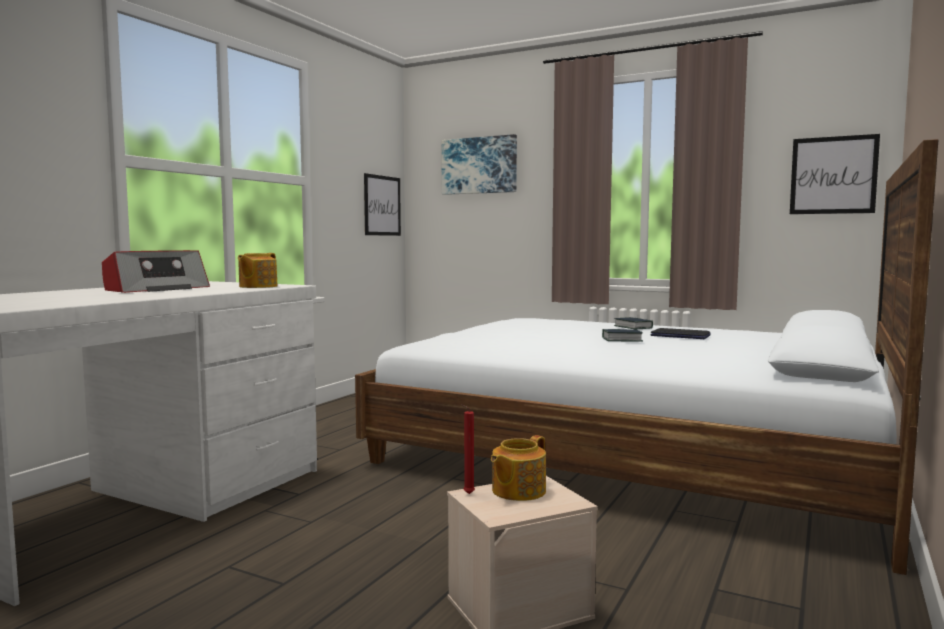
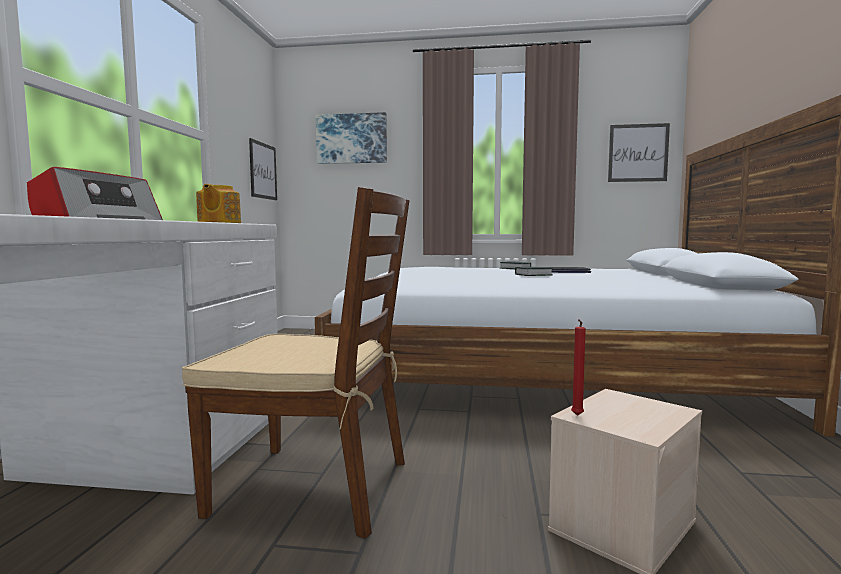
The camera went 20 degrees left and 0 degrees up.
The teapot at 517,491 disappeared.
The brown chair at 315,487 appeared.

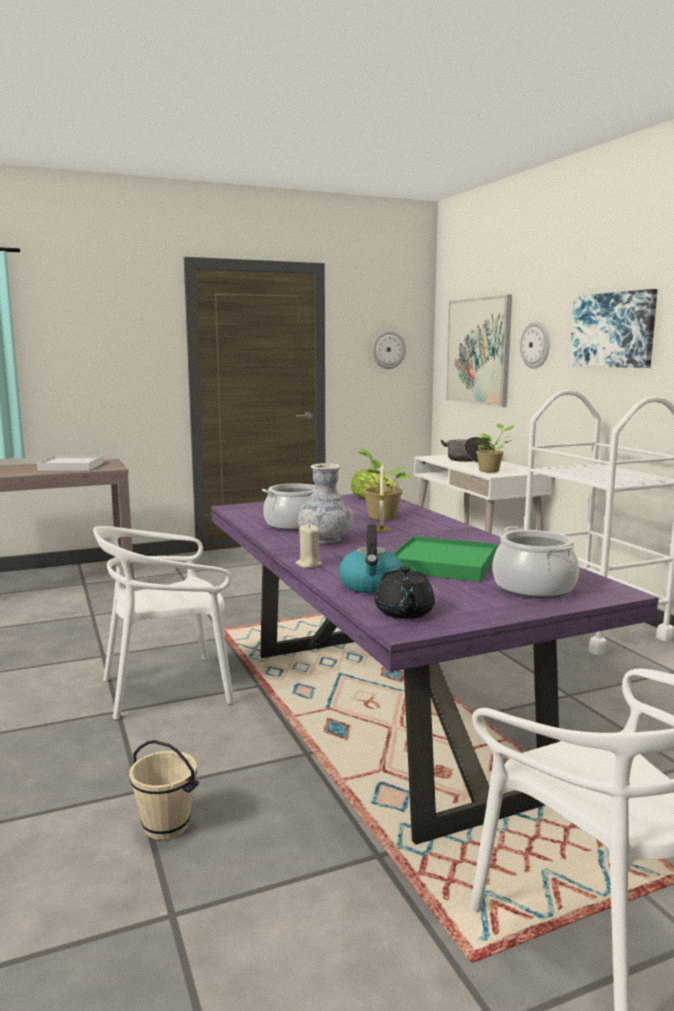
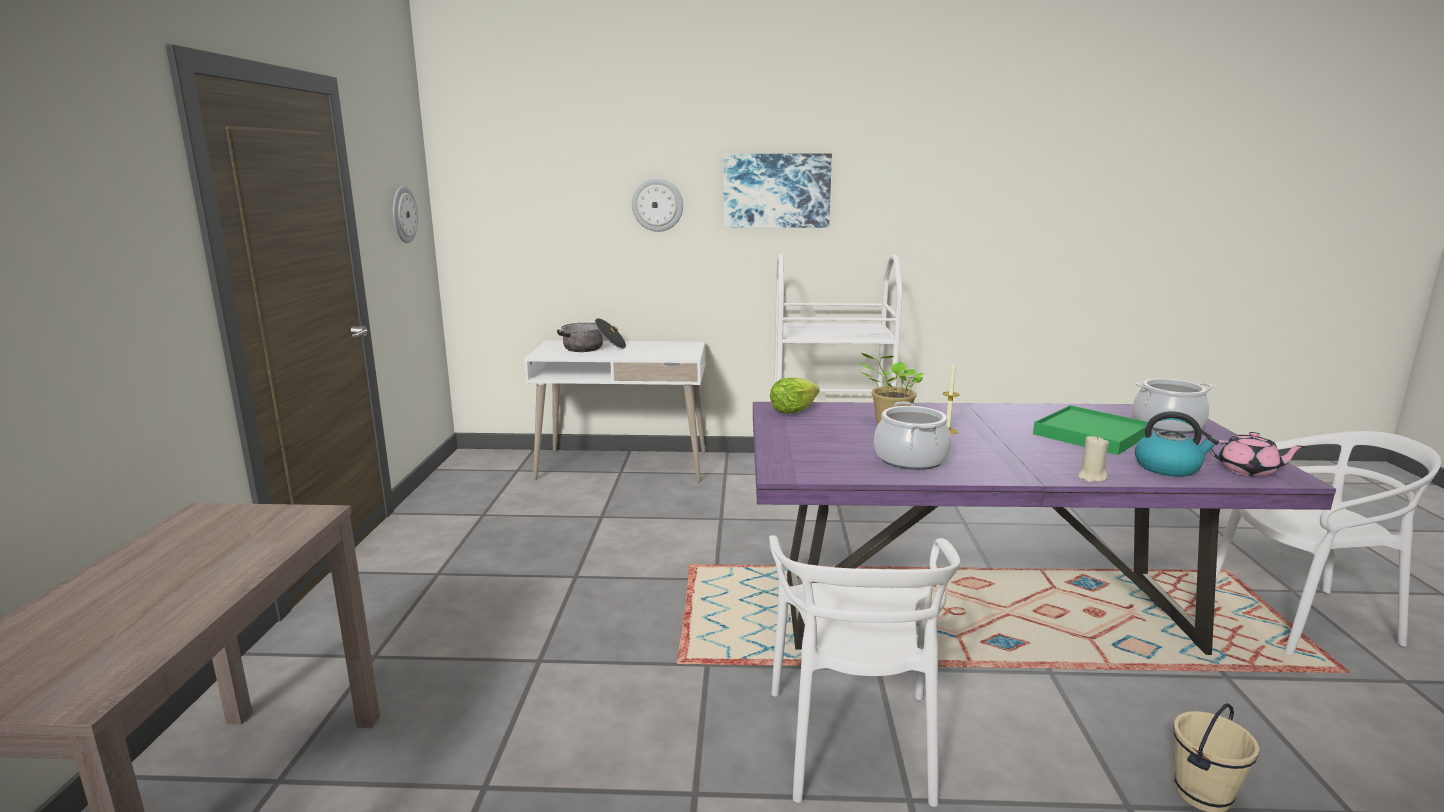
The camera went 65 degrees left and 5 degrees up.
The white tray at 71,466 disappeared.
The vase at 325,539 disappeared.
The picture at 478,351 disappeared.
The potted plant at 490,471 disappeared.
The black teapot at 404,613 became the pink teapot at 1248,471.

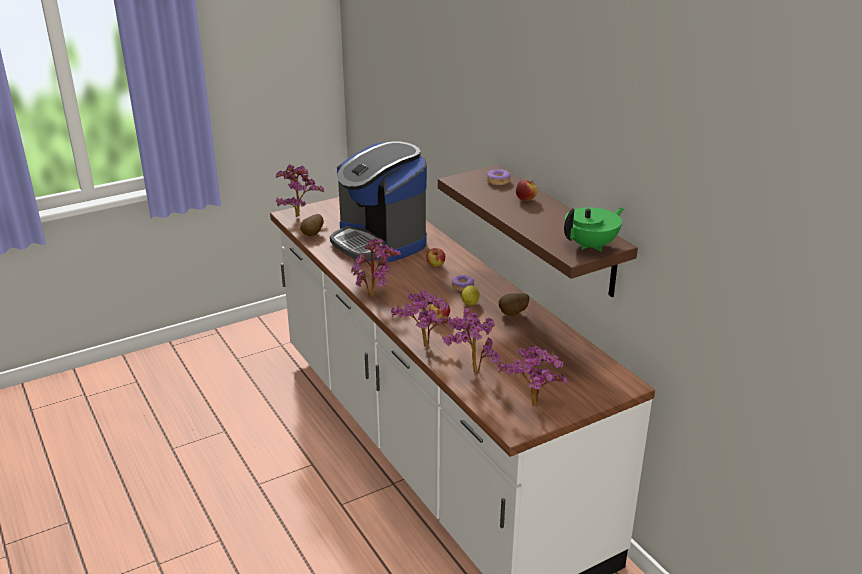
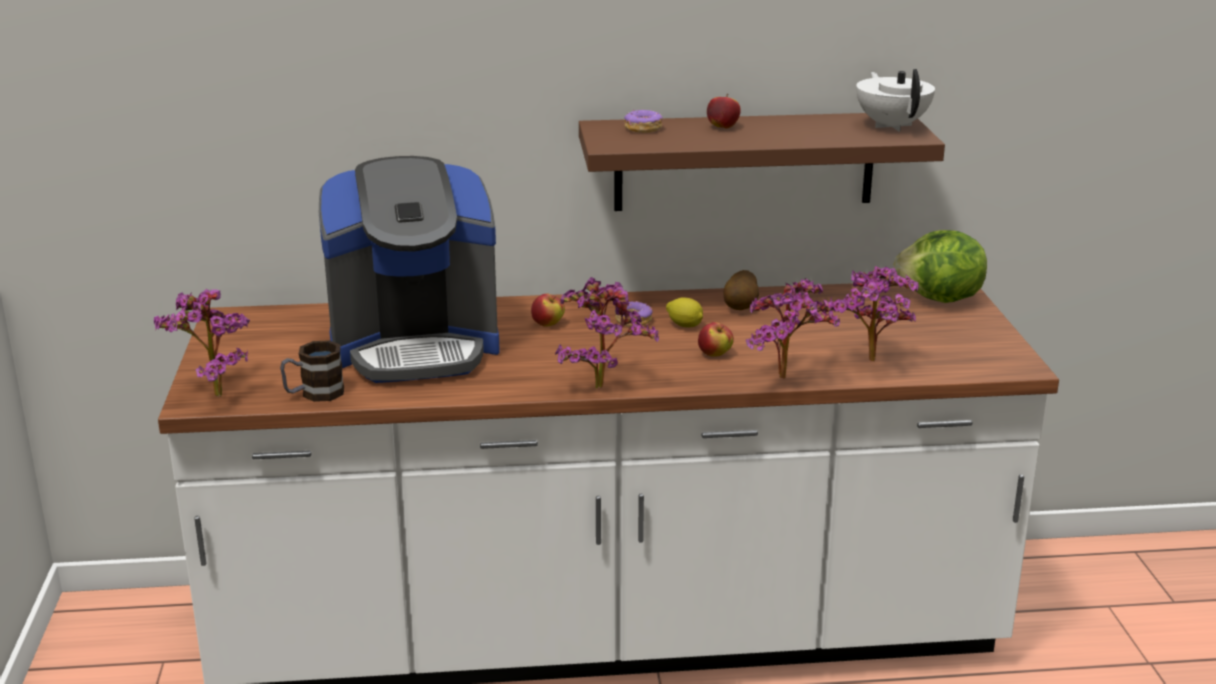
The camera went 65 degrees left and 5 degrees down.
The potted plant at 532,408 disappeared.
The lettuce at 940,299 appeared.
The potato at 313,234 was replaced by the mug at 314,394.
The green teapot at 591,245 became the white teapot at 892,126.

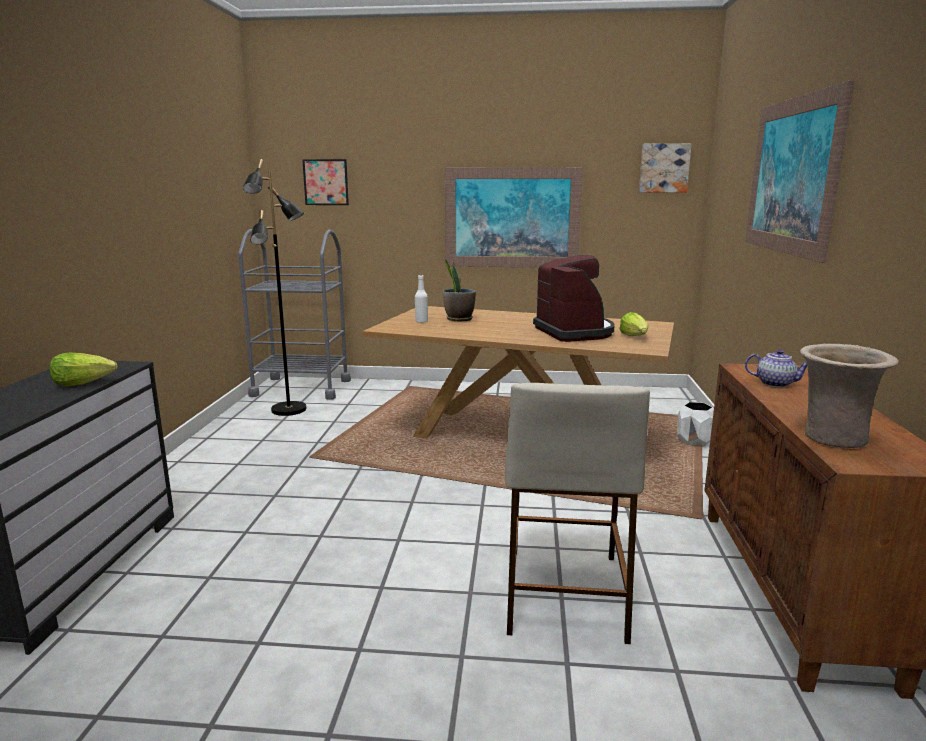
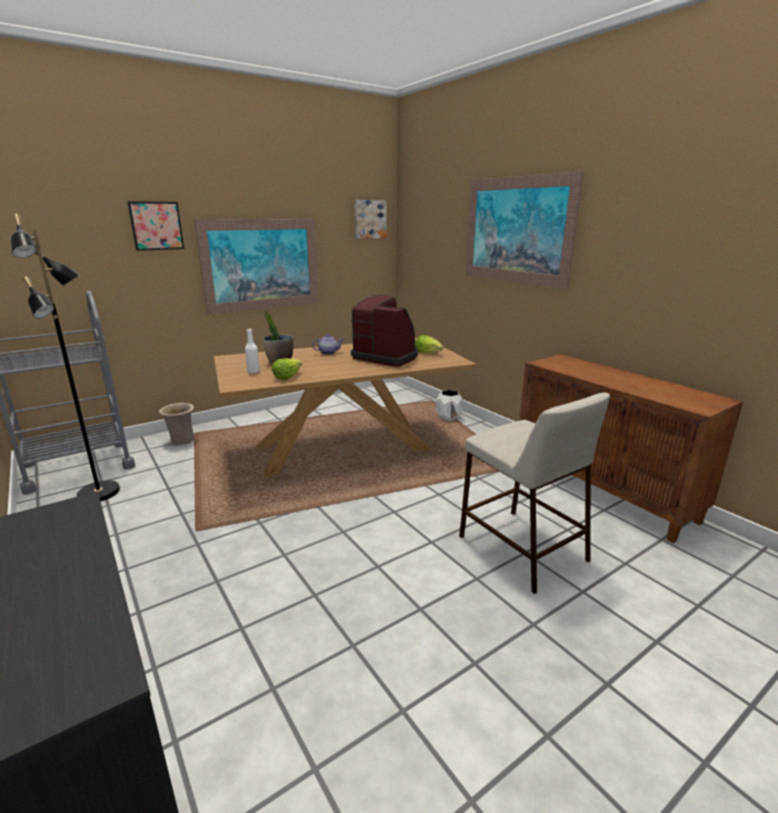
The camera went 40 degrees left and 5 degrees up.
The lettuce moved from 83,383 to 287,377.
The picture moved from 326,182 to 156,226.
The teapot moved from 775,383 to 328,353.
The beige vase moved from 833,440 to 182,441.

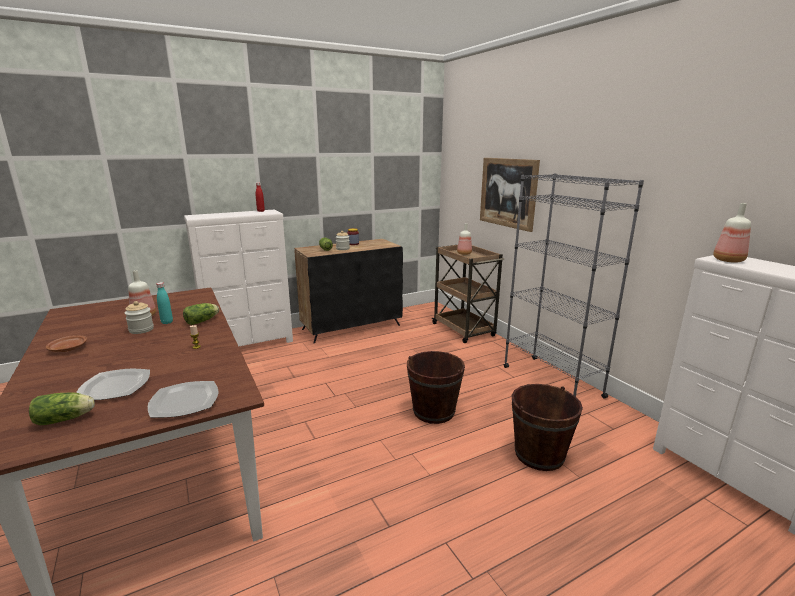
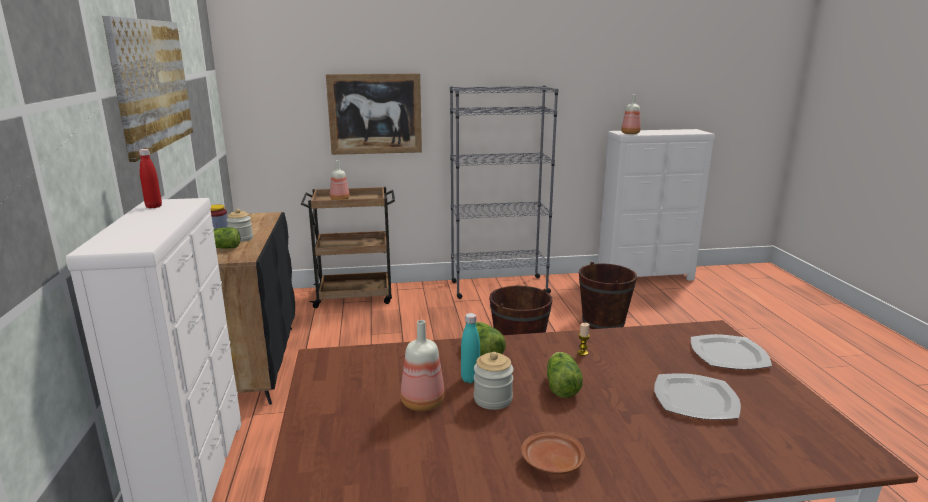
The camera went 70 degrees left and 0 degrees up.
The picture at 152,84 appeared.
The lettuce moved from 66,419 to 562,385.

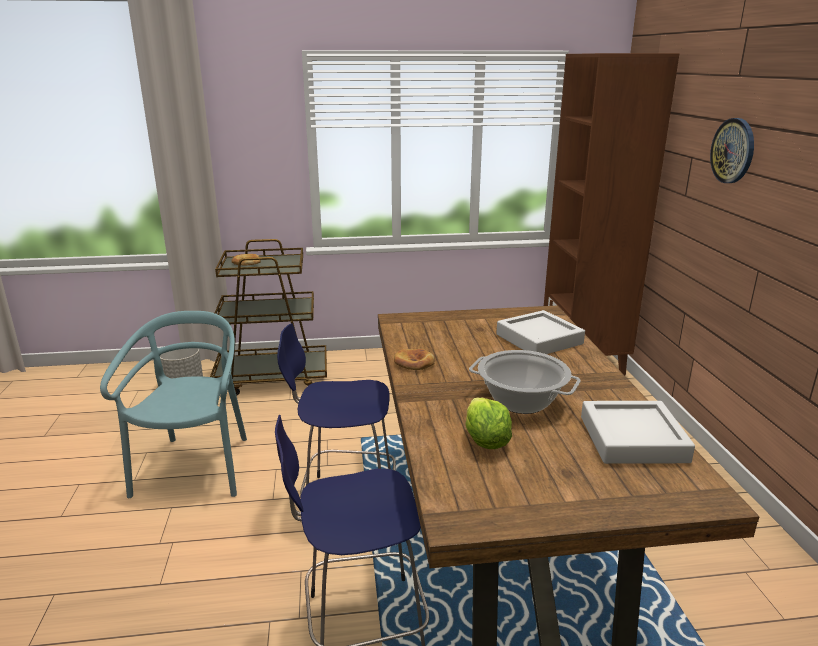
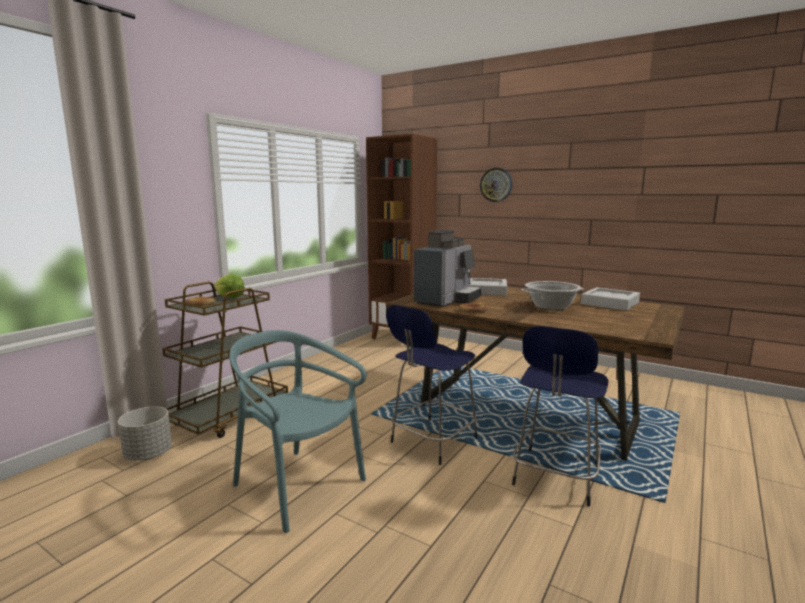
The camera went 50 degrees left and 10 degrees down.
The coffee machine at 447,300 appeared.
The lettuce moved from 485,441 to 230,298.

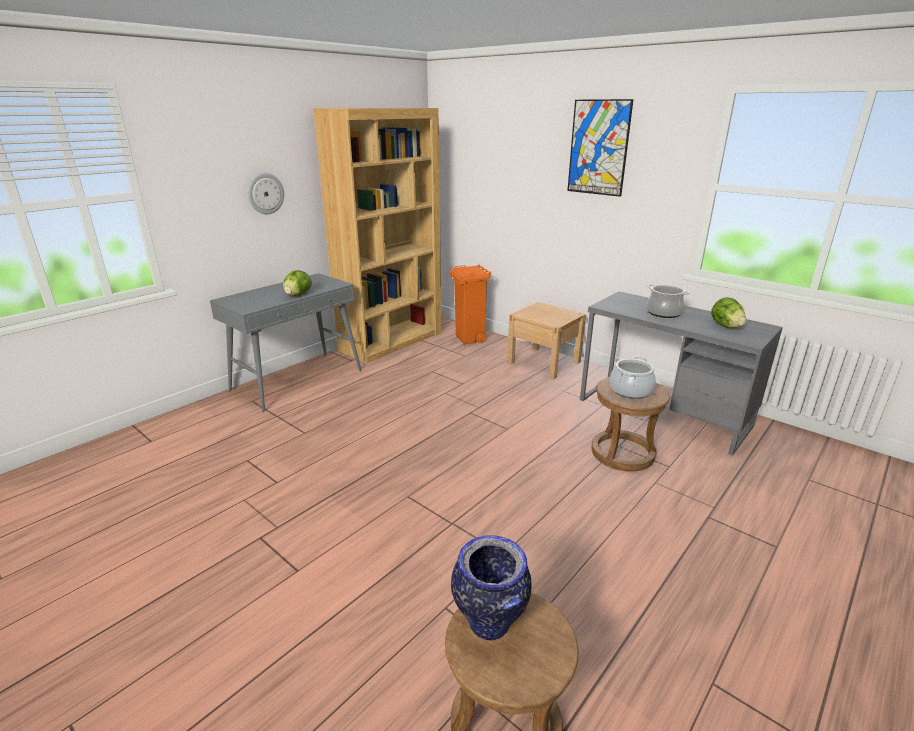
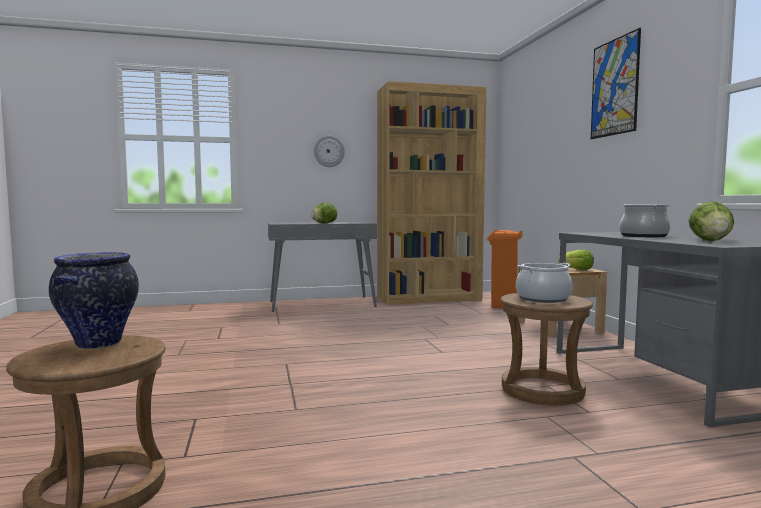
The camera went 35 degrees right and 20 degrees down.
The lettuce at 577,269 appeared.

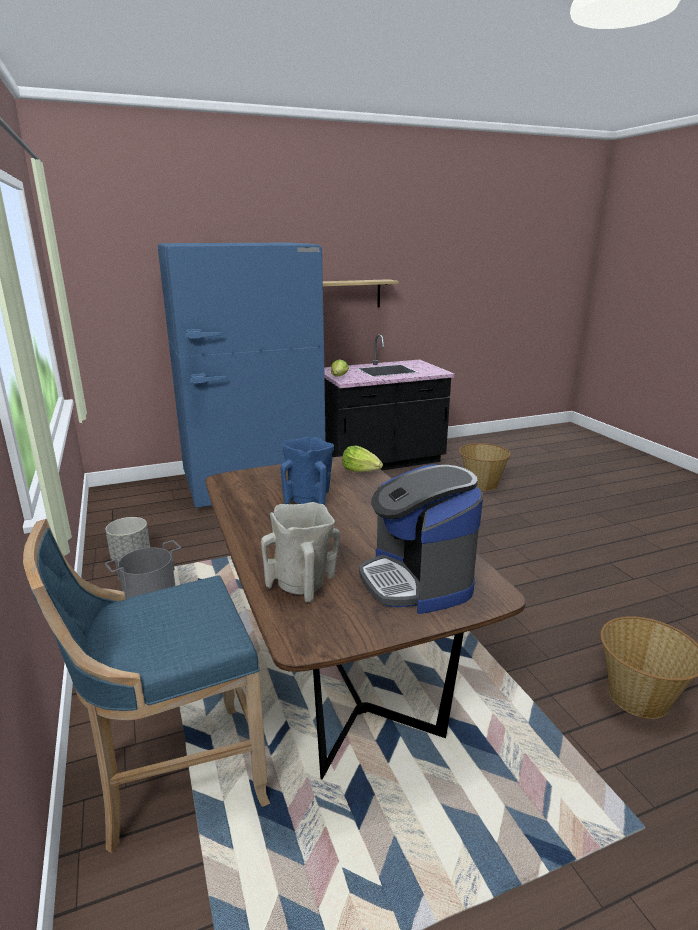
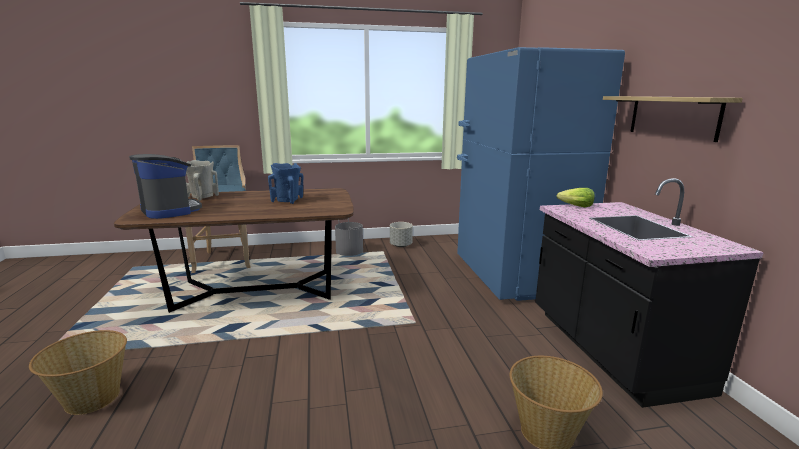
The camera went 100 degrees right and 5 degrees down.
The lettuce at 361,471 disappeared.
The coffee machine at 417,580 turned 60 degrees clockwise.

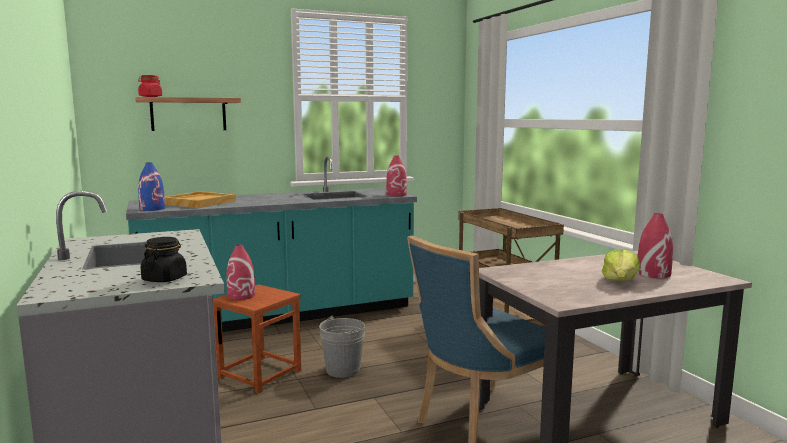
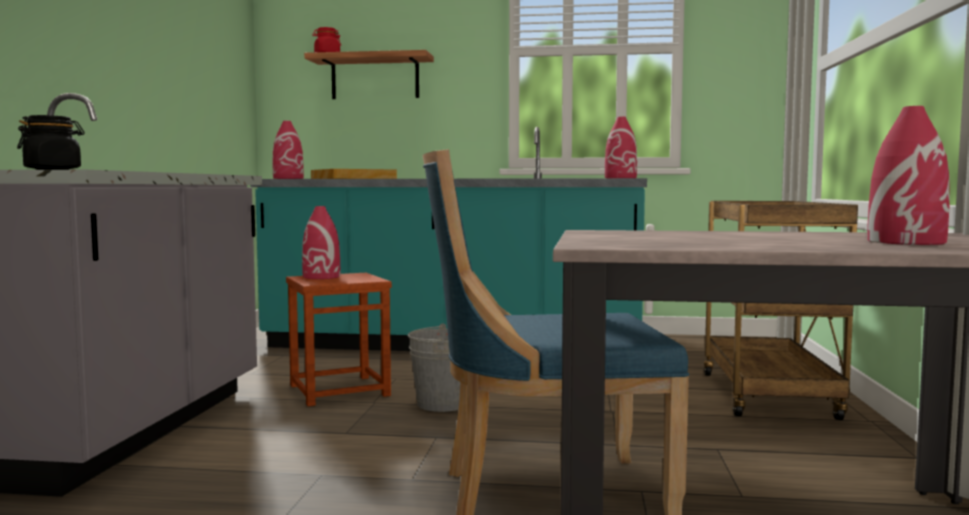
The camera went 30 degrees right and 5 degrees down.
The lettuce at 620,281 disappeared.
The blue vase at 152,208 became the red vase at 288,178.

